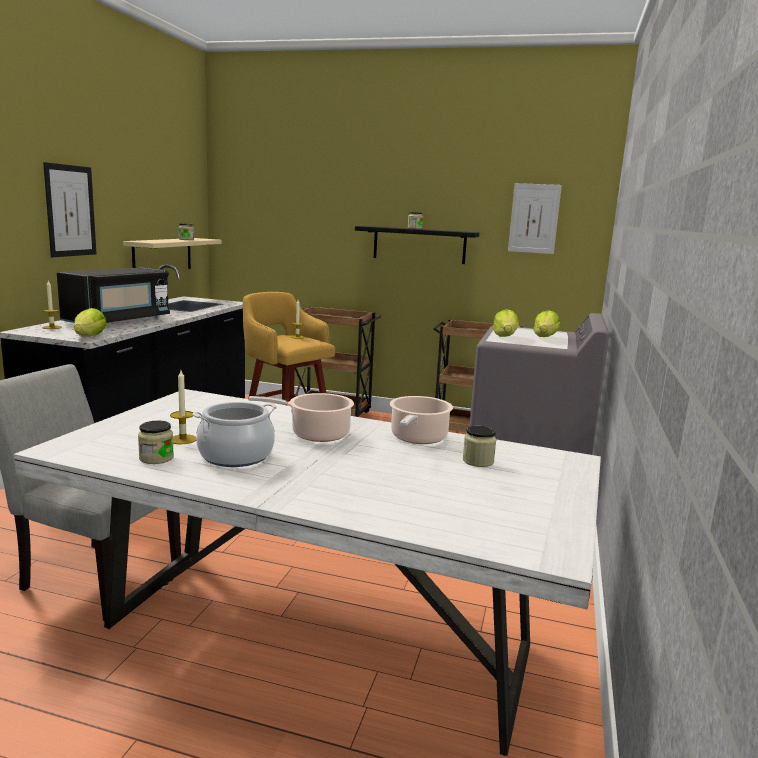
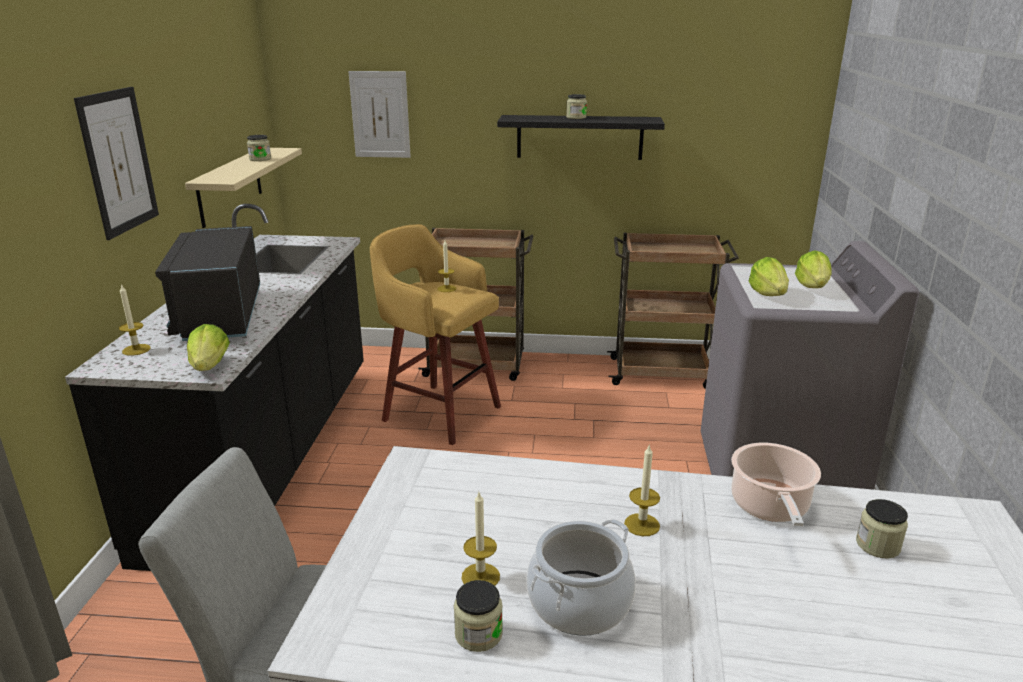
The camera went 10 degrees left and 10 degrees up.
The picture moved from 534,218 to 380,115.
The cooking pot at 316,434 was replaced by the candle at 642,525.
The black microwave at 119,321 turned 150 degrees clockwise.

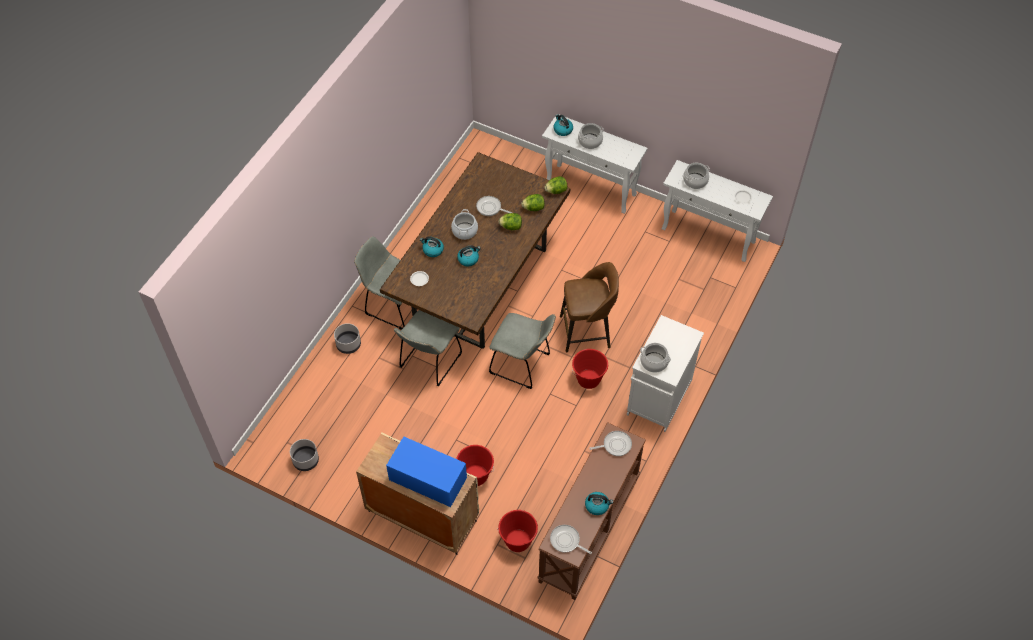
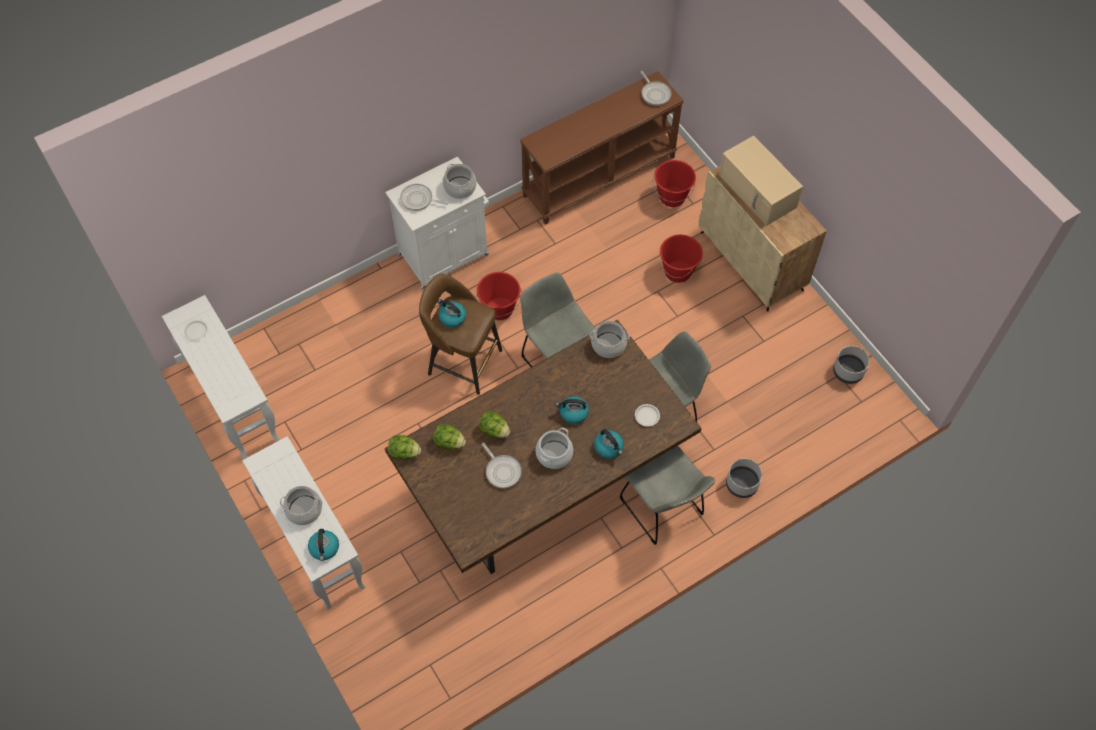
The camera went 150 degrees left and 5 degrees up.
The kettle moved from 597,505 to 452,317.
The frying pan moved from 615,445 to 418,200.
The cooking pot moved from 695,181 to 608,345.
The blue microwave at 426,478 became the beige microwave at 758,191.

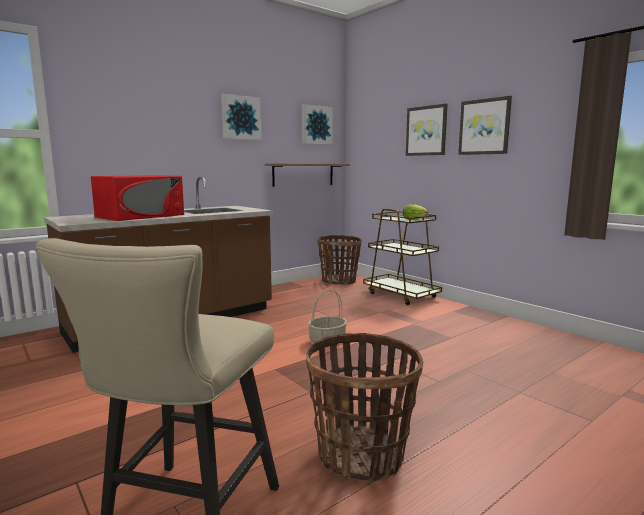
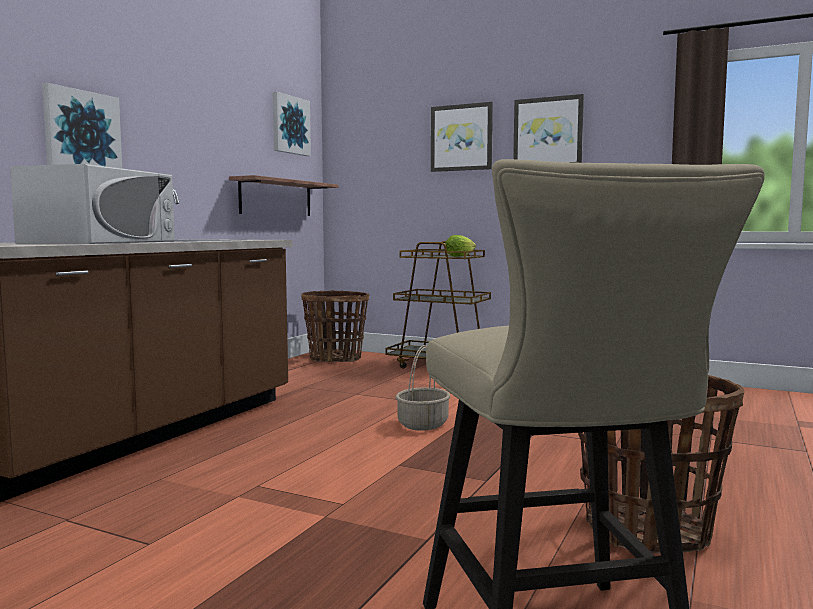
The camera went 25 degrees left and 5 degrees down.
The picture moved from 241,117 to 82,132.
The red microwave at 141,216 became the white microwave at 101,242.

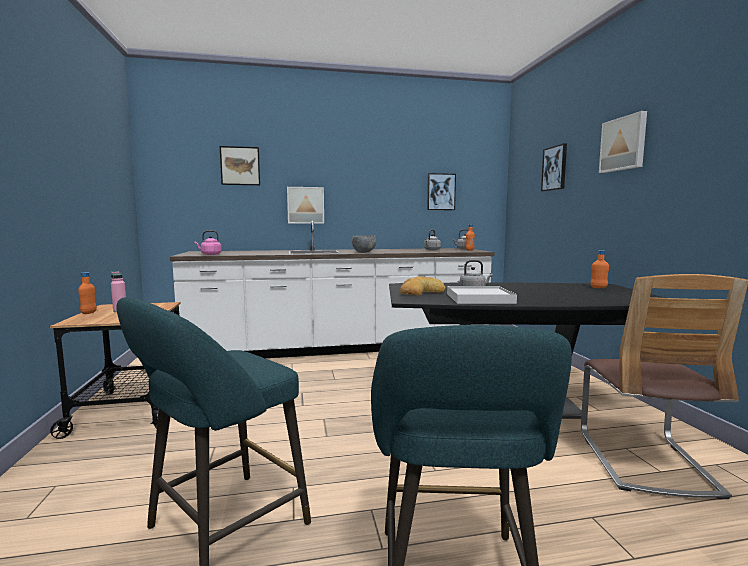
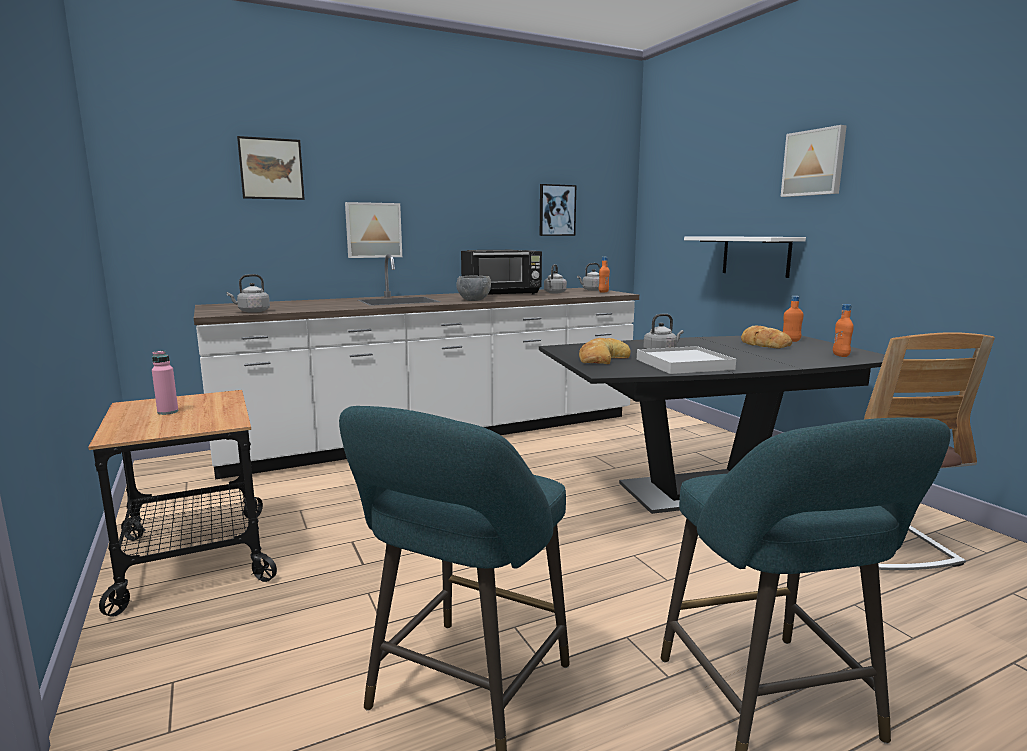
The camera went 15 degrees left and 5 degrees up.
The picture at 554,168 disappeared.
The black microwave at 502,294 appeared.
The white shelf at 756,256 appeared.
The bread at 763,344 appeared.
The orange bottle moved from 89,313 to 840,355.
The pink kettle at 210,254 became the grey kettle at 252,311.

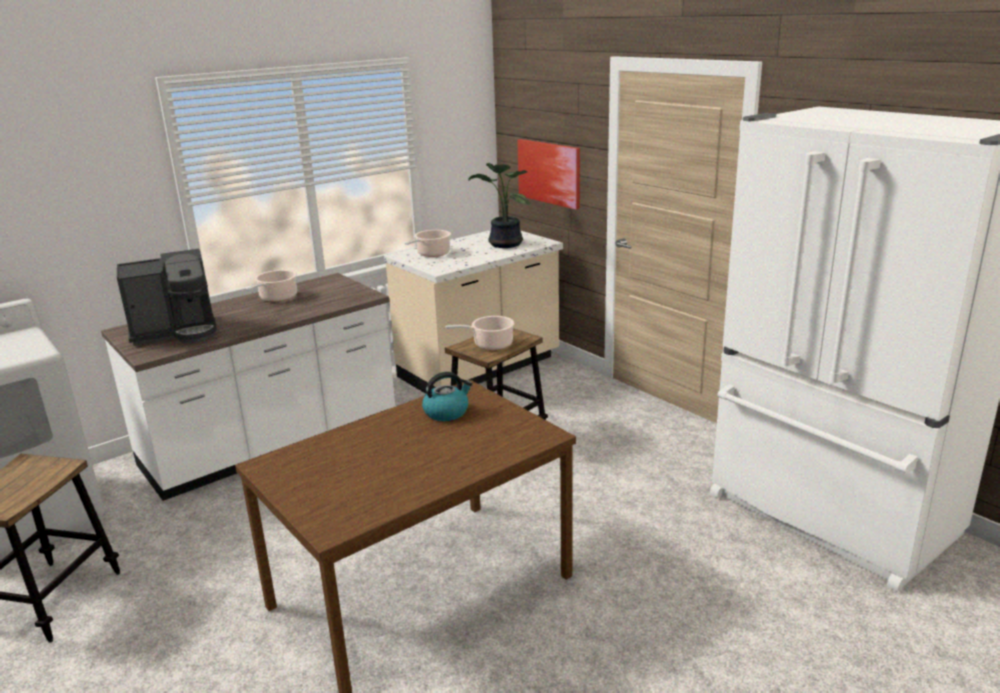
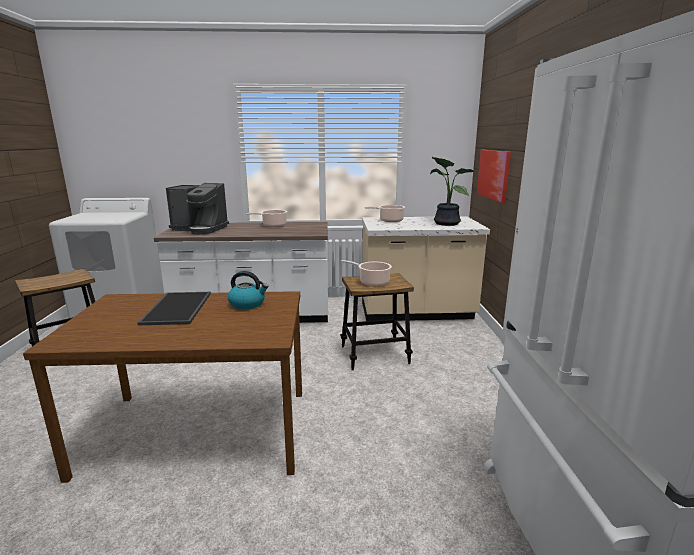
The camera went 35 degrees right and 5 degrees down.
The tray at 176,308 appeared.

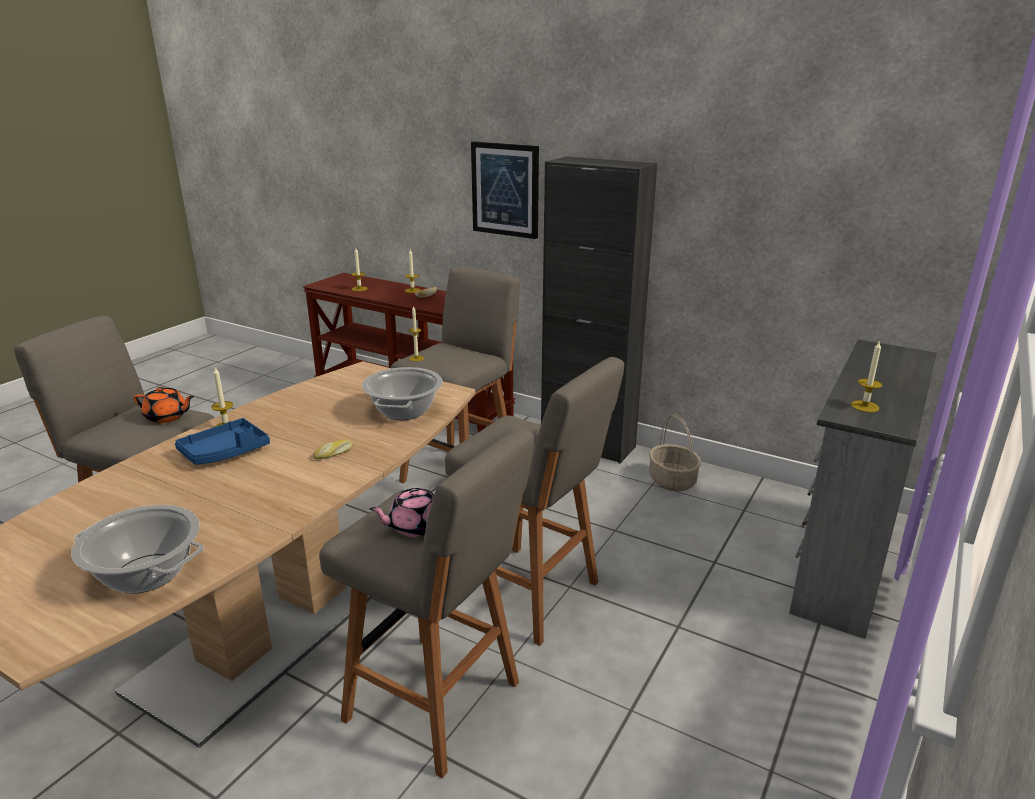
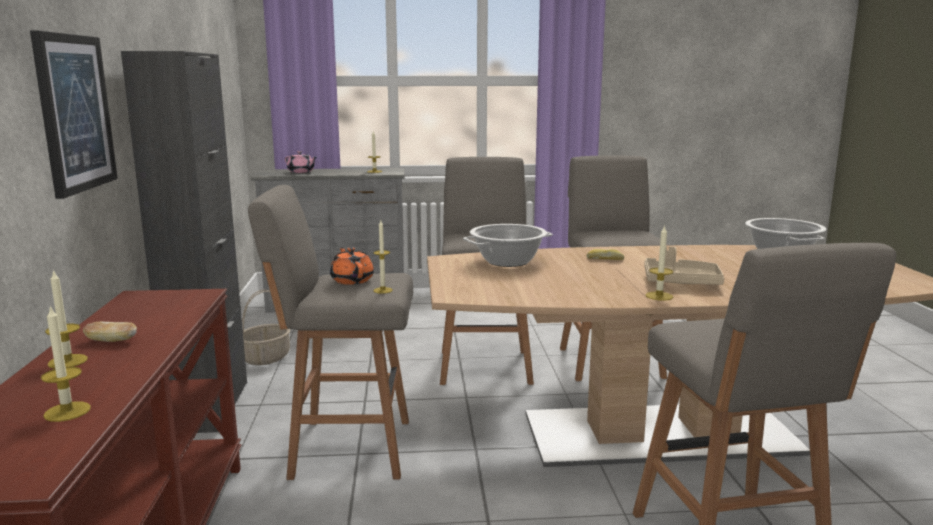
The camera went 125 degrees left and 10 degrees down.
The orange teapot moved from 167,417 to 352,280.
The pink teapot moved from 414,526 to 301,172.
The blue tray at 225,452 became the beige tray at 680,282.

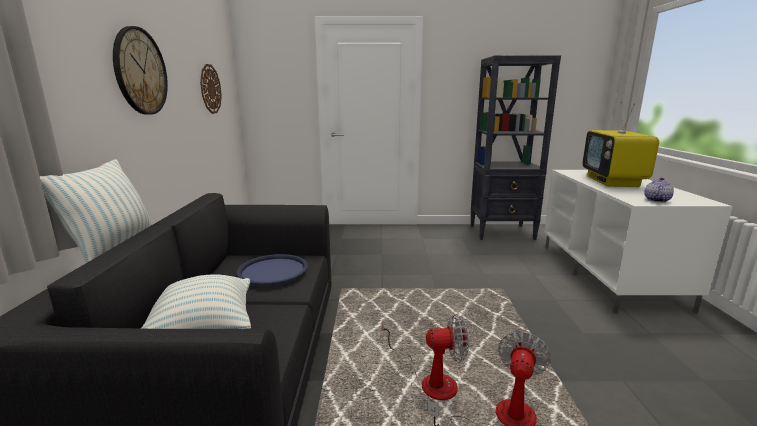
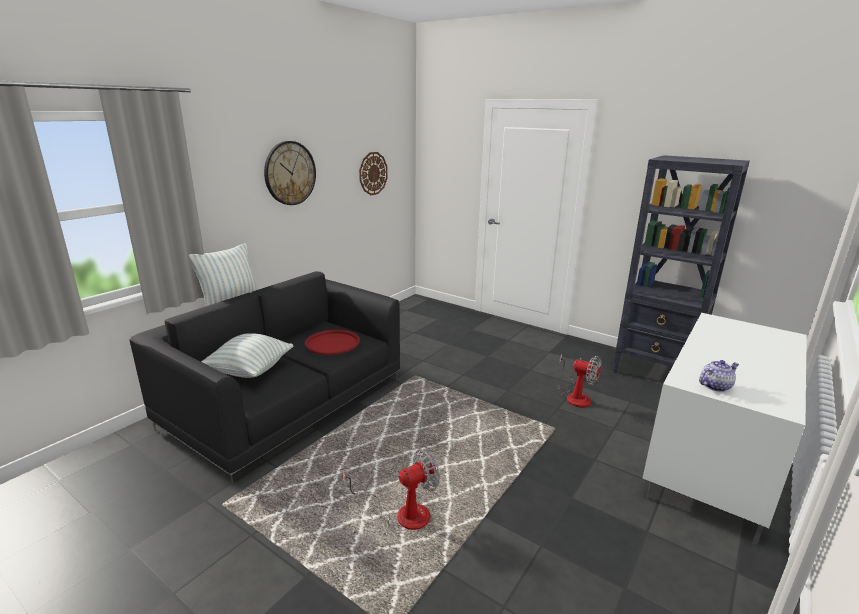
The camera went 35 degrees right and 5 degrees up.
The television at 613,182 disappeared.
The fan moved from 429,380 to 575,396.
The blue tray at 273,270 became the red tray at 332,343.

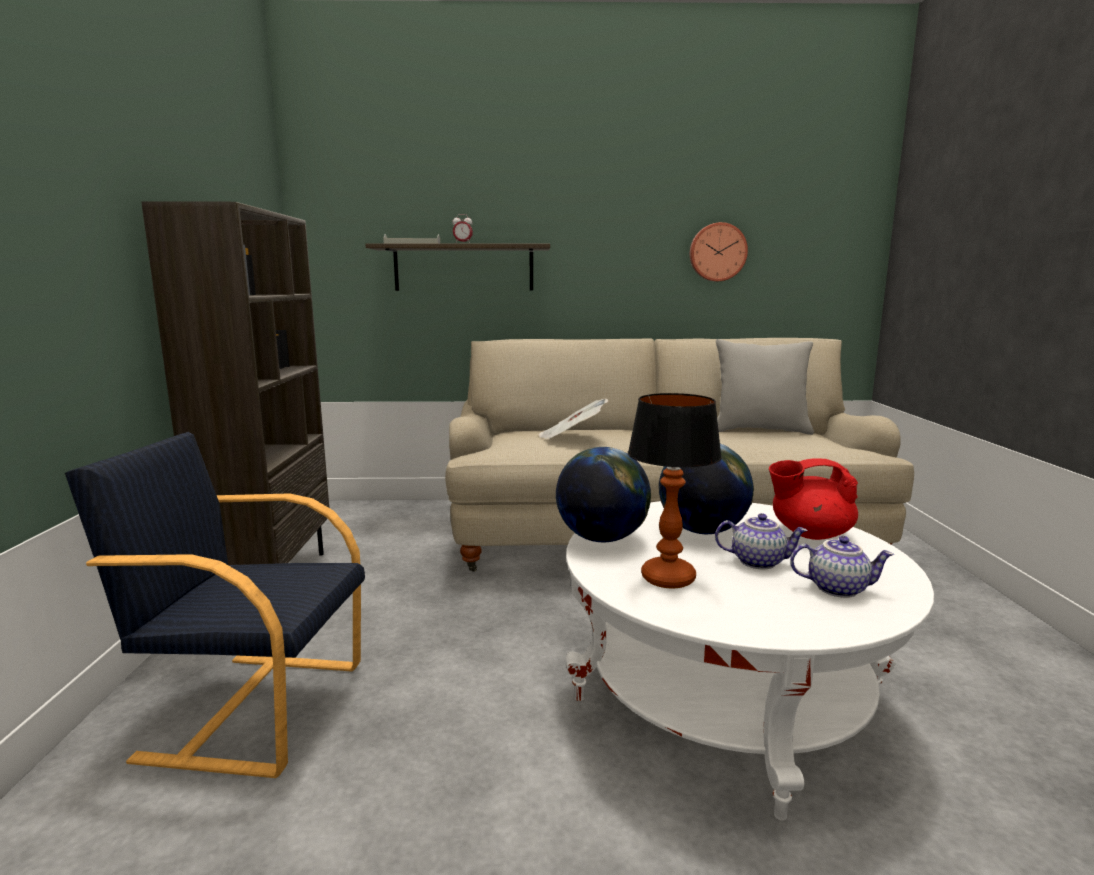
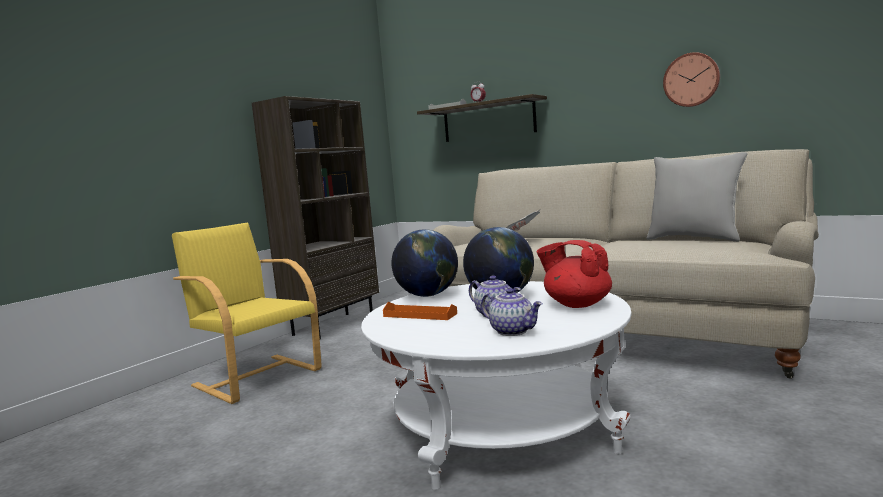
The camera went 35 degrees right and 5 degrees down.
The table lamp at 668,578 was replaced by the orange tray at 420,315.
The black armchair at 253,708 became the yellow armchair at 257,377.

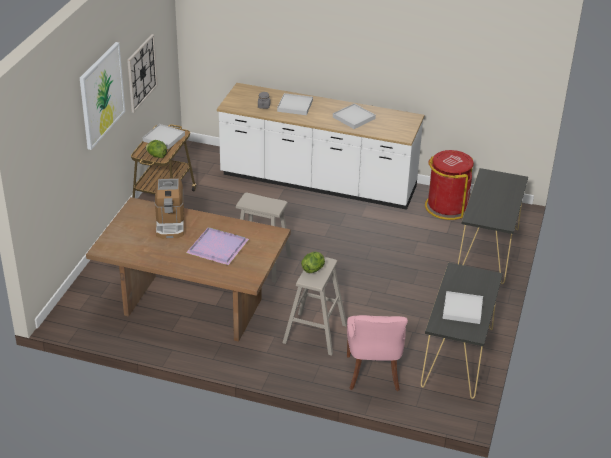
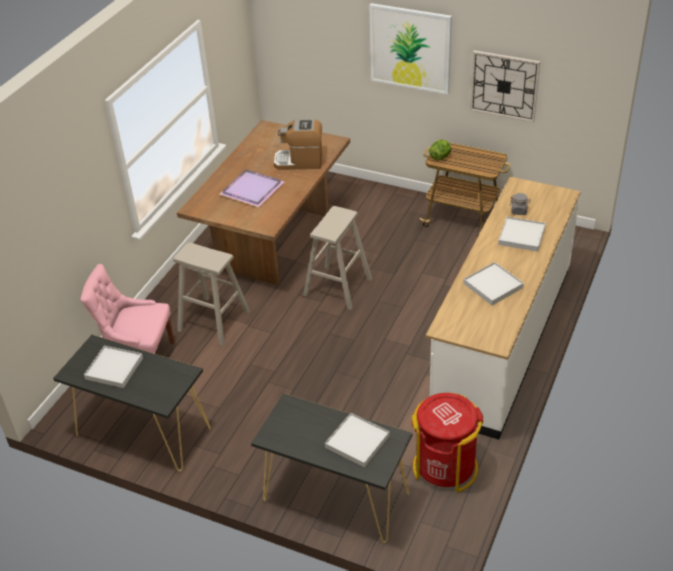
The camera went 100 degrees right and 5 degrees up.
The lettuce at 313,269 disappeared.
The white tray moved from 164,138 to 357,442.

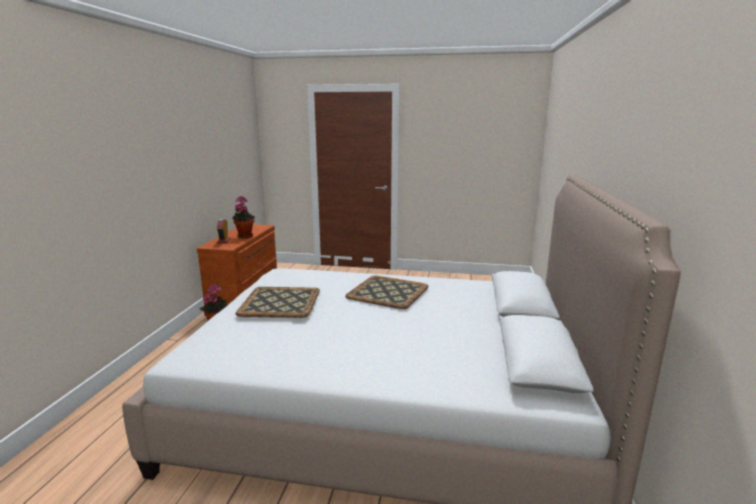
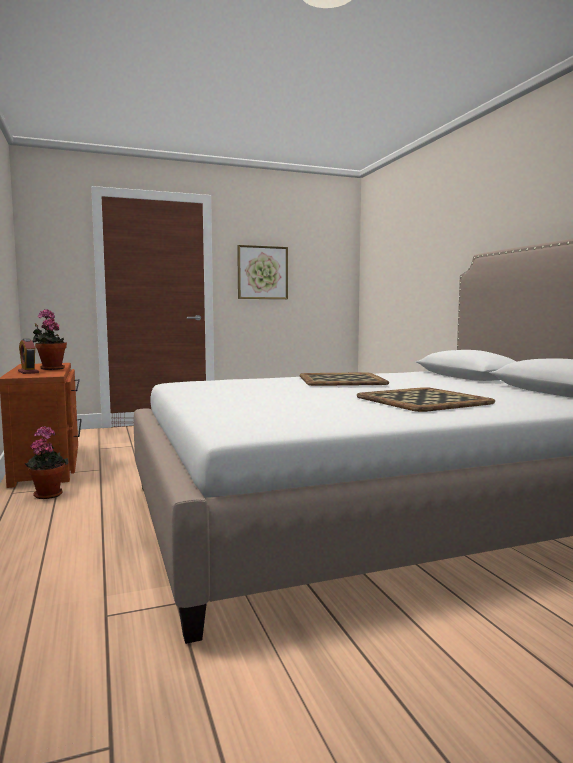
The camera went 30 degrees left and 10 degrees down.
The picture at 262,272 appeared.
The tray moved from 281,302 to 423,400.

